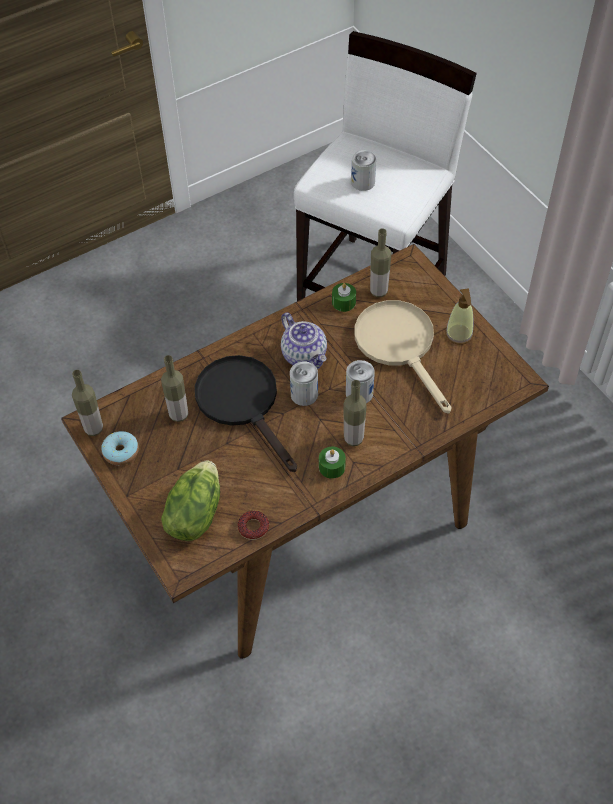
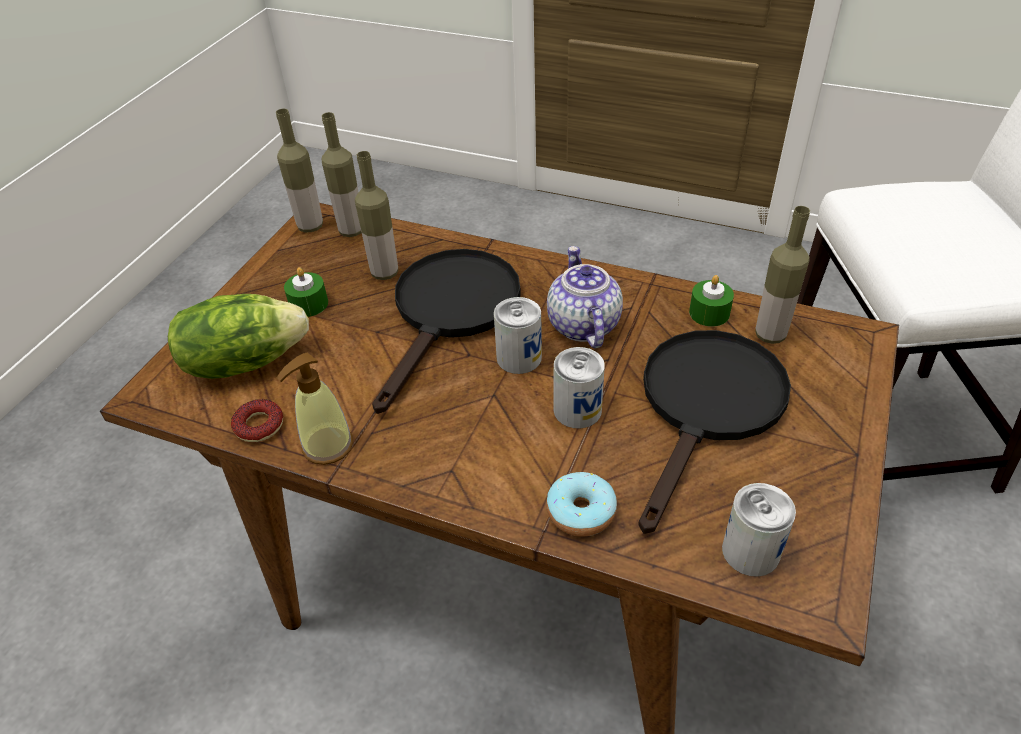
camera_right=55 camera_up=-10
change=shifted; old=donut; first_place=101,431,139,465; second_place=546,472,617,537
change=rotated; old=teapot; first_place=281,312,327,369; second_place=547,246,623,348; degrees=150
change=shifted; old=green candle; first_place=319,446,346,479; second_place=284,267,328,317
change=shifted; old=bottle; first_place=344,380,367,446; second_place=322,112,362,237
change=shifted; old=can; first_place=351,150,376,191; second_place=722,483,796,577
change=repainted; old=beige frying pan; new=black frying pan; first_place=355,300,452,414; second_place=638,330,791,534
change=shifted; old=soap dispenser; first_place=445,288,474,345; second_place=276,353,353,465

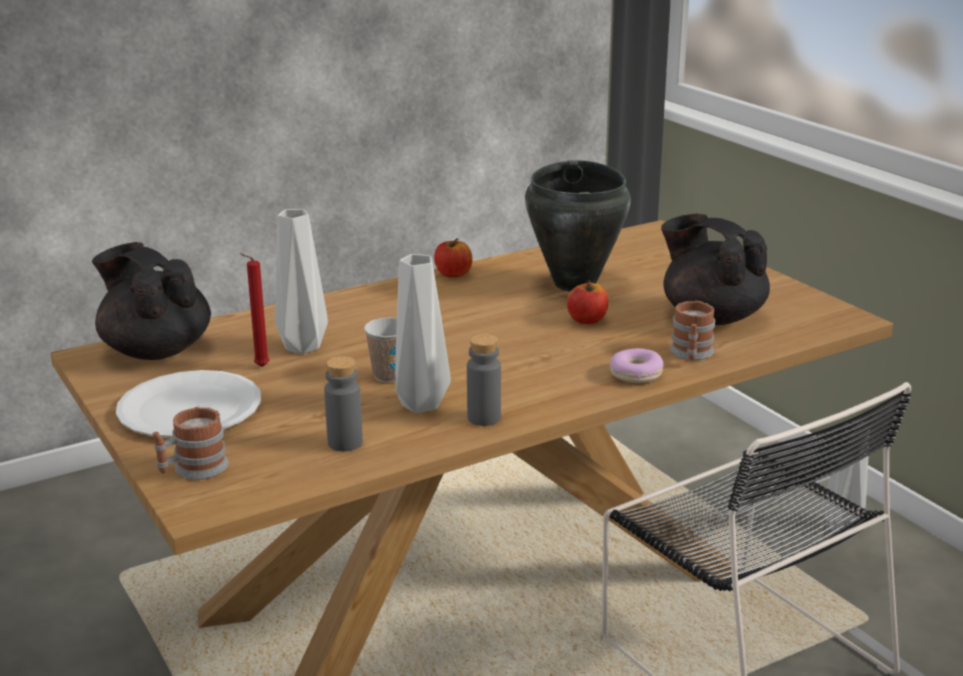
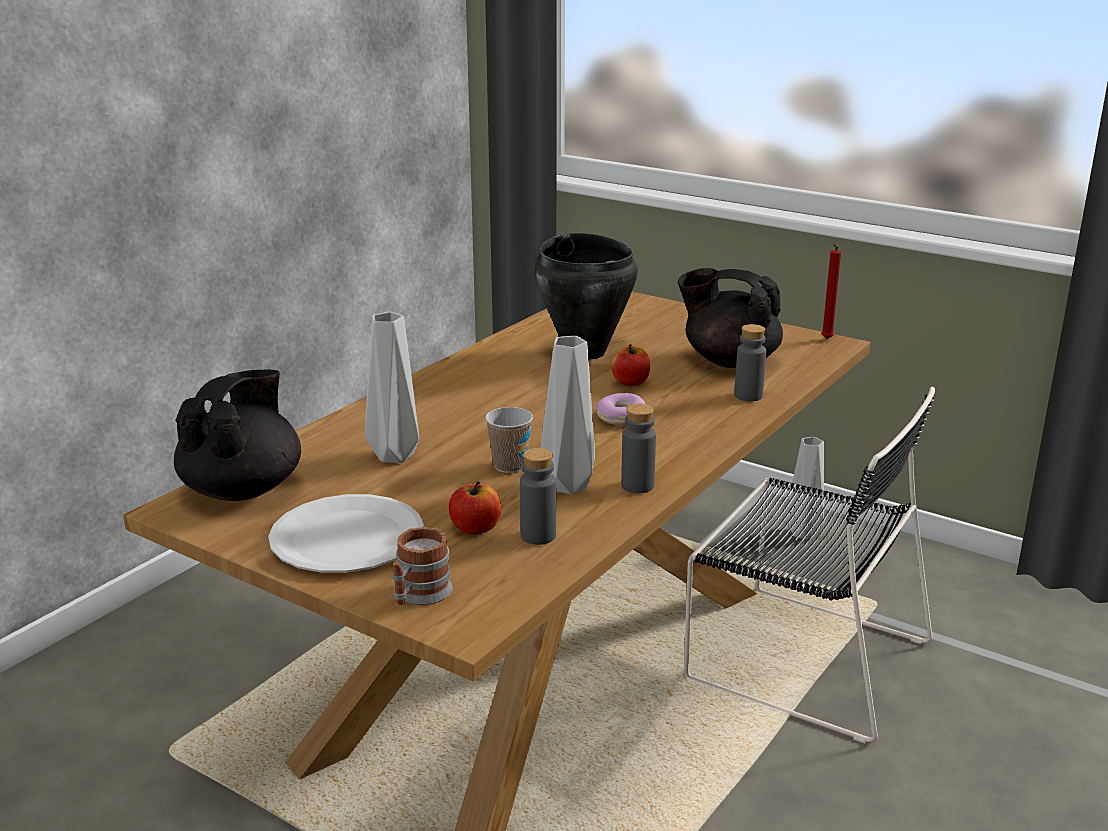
camera_right=-25 camera_up=0
change=rotated; old=black teapot; first_place=92,242,211,360; second_place=174,369,301,501; degrees=90
change=shifted; old=red candle; first_place=240,253,269,367; second_place=821,244,841,339
change=shifted; old=apple; first_place=434,238,473,277; second_place=449,481,501,535
change=shifted; old=donut; first_place=610,348,664,383; second_place=596,393,645,425
change=swapped; old=mug; new=grey bottle; first_place=670,301,715,360; second_place=734,324,766,401

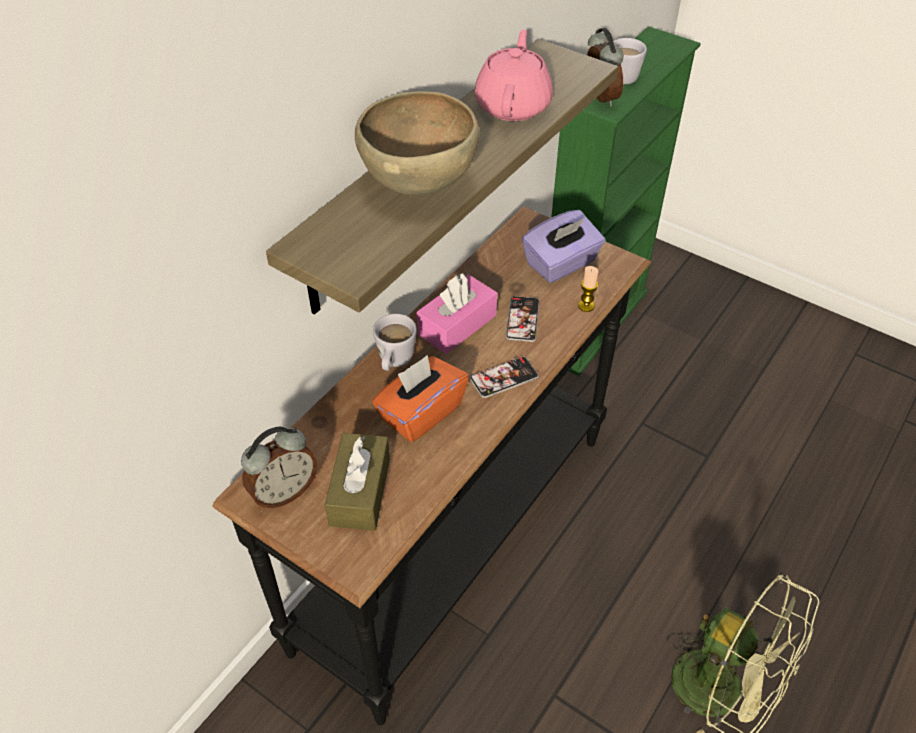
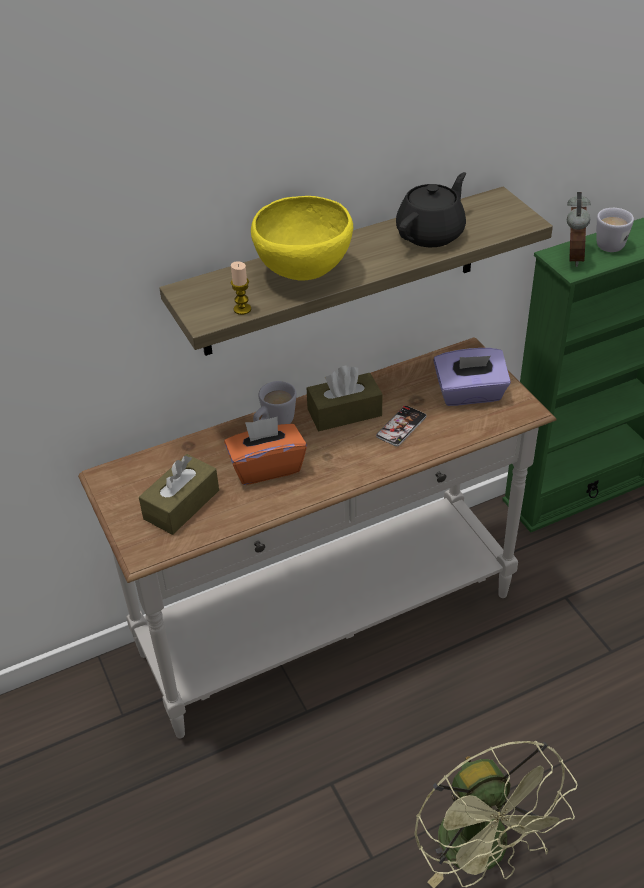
camera_right=30 camera_up=-5
change=repainted; old=black console table; new=white console table; first_place=213,206,651,725; second_place=78,337,557,738
change=gone; old=alarm clock; first_place=241,427,317,508
change=repainted; old=brown bowl; new=yellow bowl; first_place=355,91,480,195; second_place=251,196,353,281
change=repainted; old=pink tissue box; new=brown tissue box; first_place=417,273,497,354; second_place=307,366,382,431
change=gone; old=phone; first_place=470,357,538,398
change=repainted; old=pink teapot; new=black teapot; first_place=475,29,553,121; second_place=396,172,466,247
change=shifted; old=candle; first_place=578,266,598,312; second_place=230,261,251,315

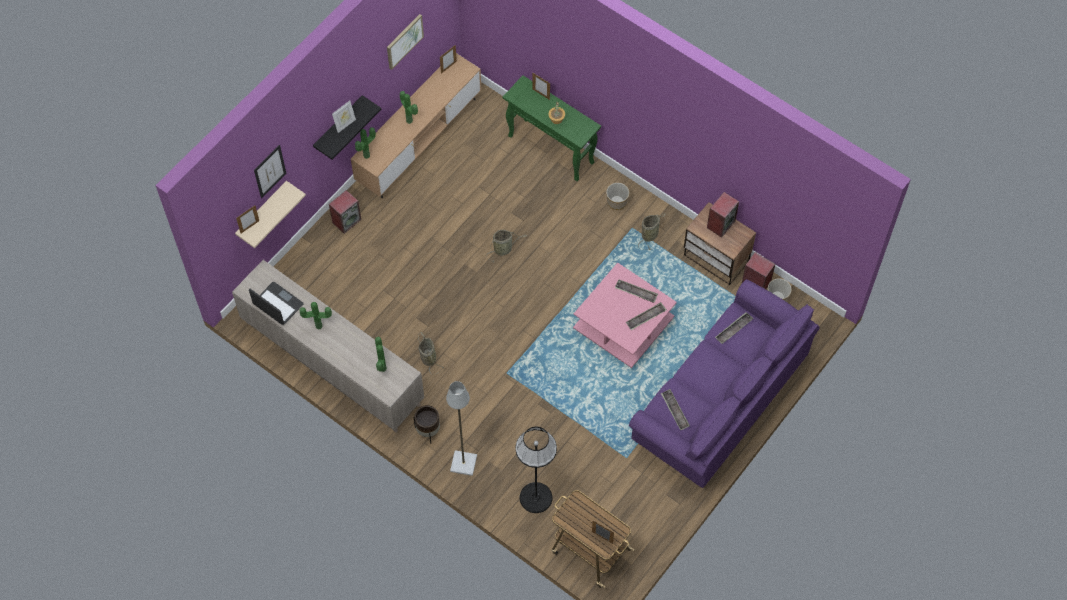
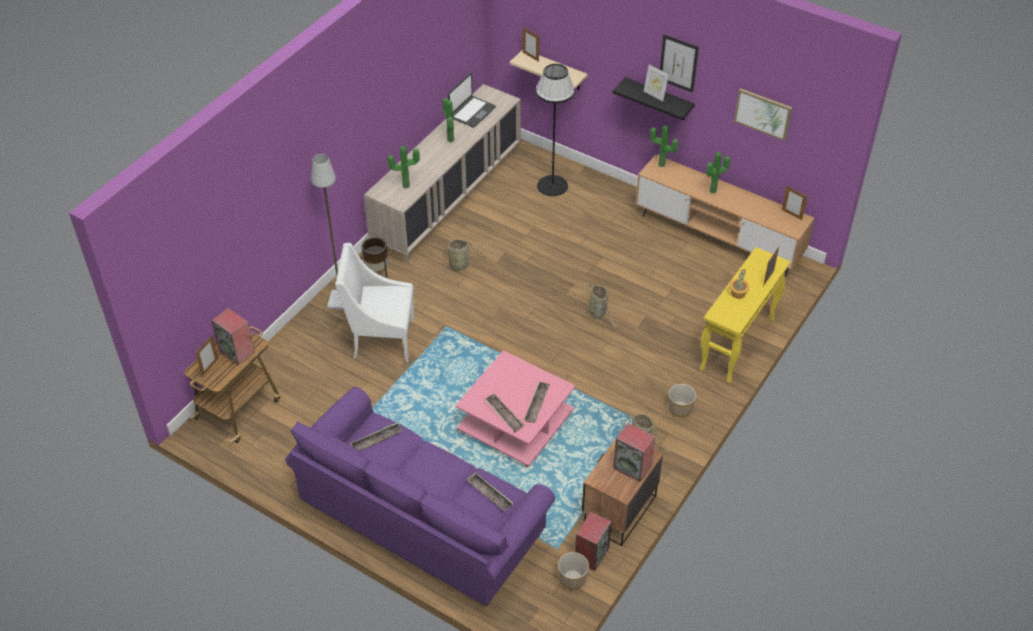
camera_right=85 camera_up=-15
change=shifted; old=picture; first_place=254,145,286,198; second_place=660,34,699,93
change=shifted; old=speaker; first_place=329,190,361,234; second_place=211,308,255,365
change=repainted; old=green console table; new=yellow console table; first_place=503,75,601,181; second_place=700,247,791,384
change=shifted; old=black floor lamp; first_place=516,427,557,513; second_place=536,64,575,196
change=new; new=white armchair; second_place=335,243,414,362

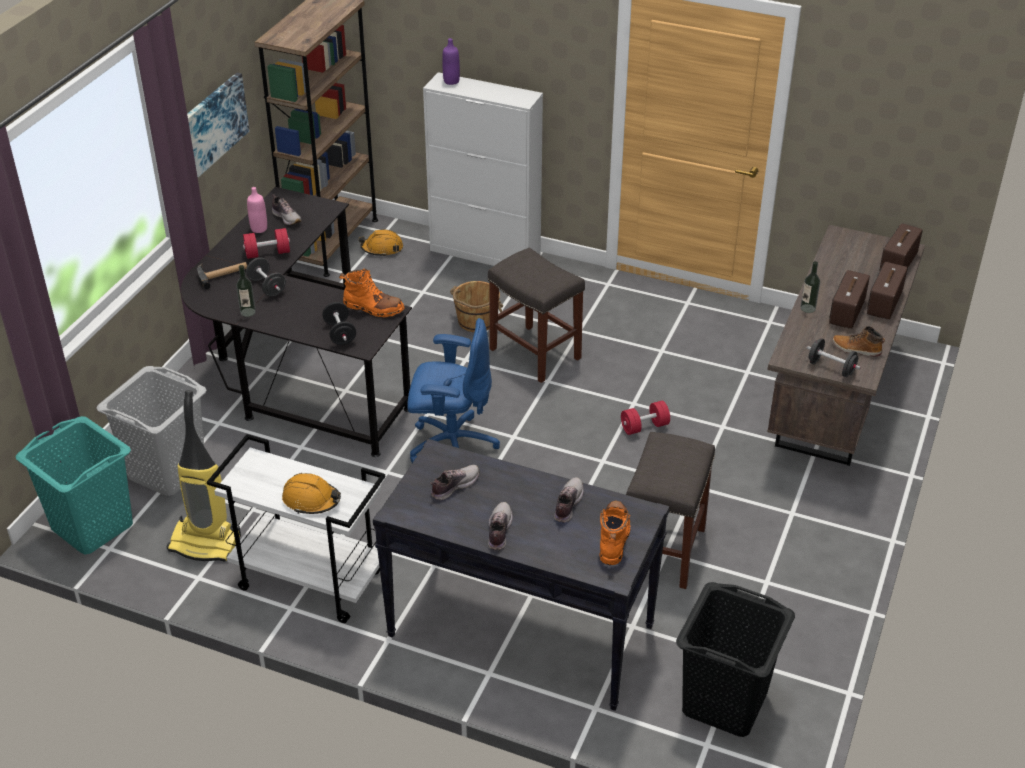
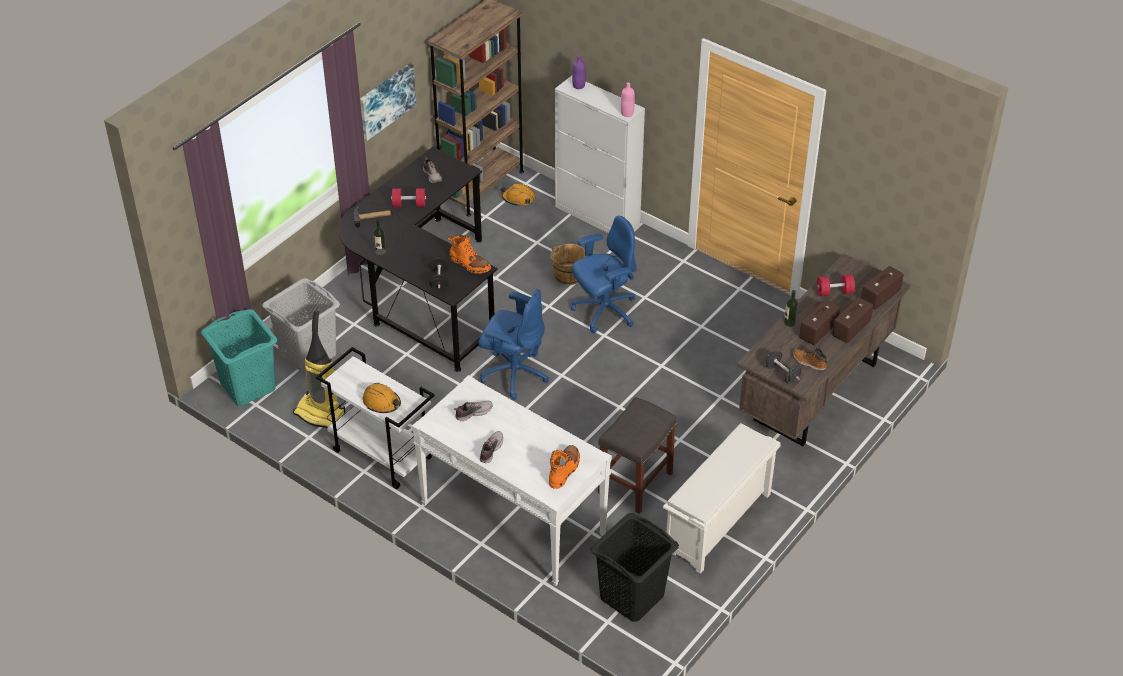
camera_right=15 camera_up=5
change=gone; old=black dumbbell; first_place=246,257,286,296
change=shifted; old=pink bottle; first_place=247,187,267,233; second_place=621,83,635,117
change=repainted; old=black console table; new=white console table; first_place=373,439,670,710; second_place=412,375,612,586
change=swapped; old=grey stool; new=blue office chair; first_place=488,248,585,383; second_place=571,216,637,333
change=gone; old=shoe; first_place=554,477,584,522
change=shifted; old=red dumbbell; first_place=621,401,670,435; second_place=817,274,855,296
change=new; new=white shoe rack; second_place=663,423,781,574

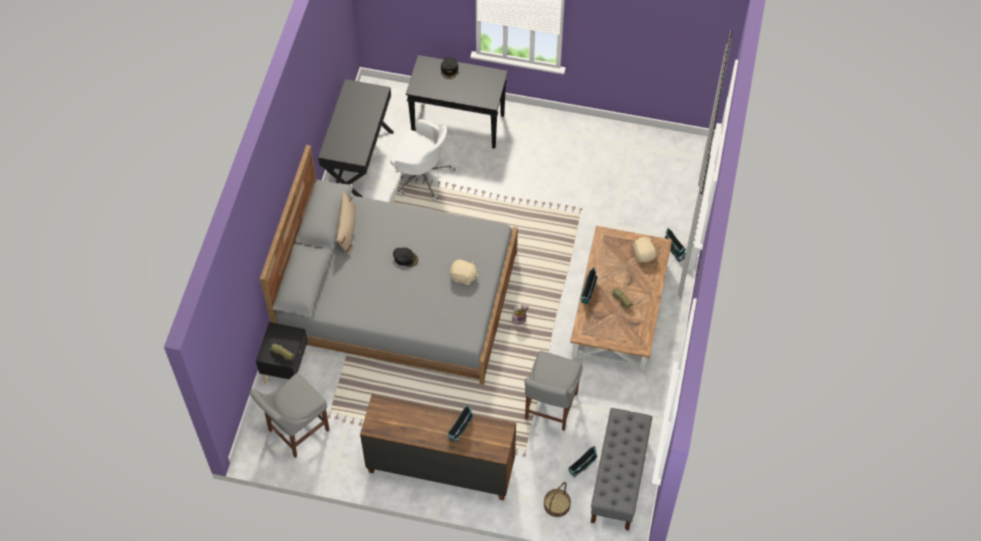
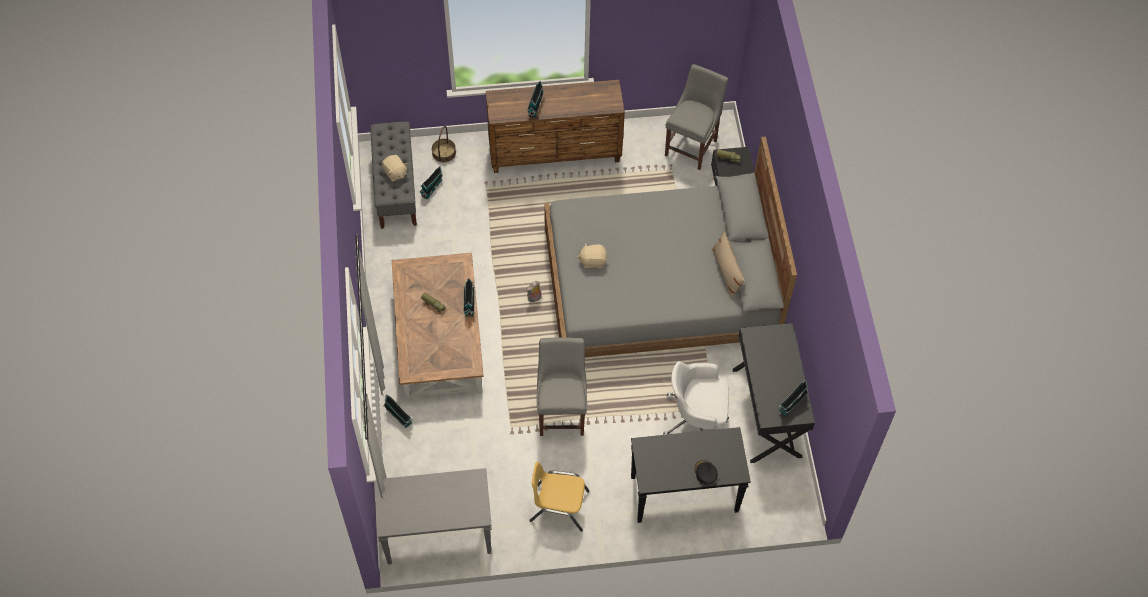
camera_right=160 camera_up=0
change=gone; old=black cap; first_place=393,248,418,267
change=shifted; old=grey chair; first_place=524,351,583,431; second_place=537,337,587,436
change=shifted; old=beige plush toy; first_place=632,237,656,263; second_place=382,155,407,182
change=new; new=grey console table; second_place=374,468,492,564
change=new; new=yellow chair; second_place=529,462,590,532
change=new; new=toy house; second_place=778,380,808,416

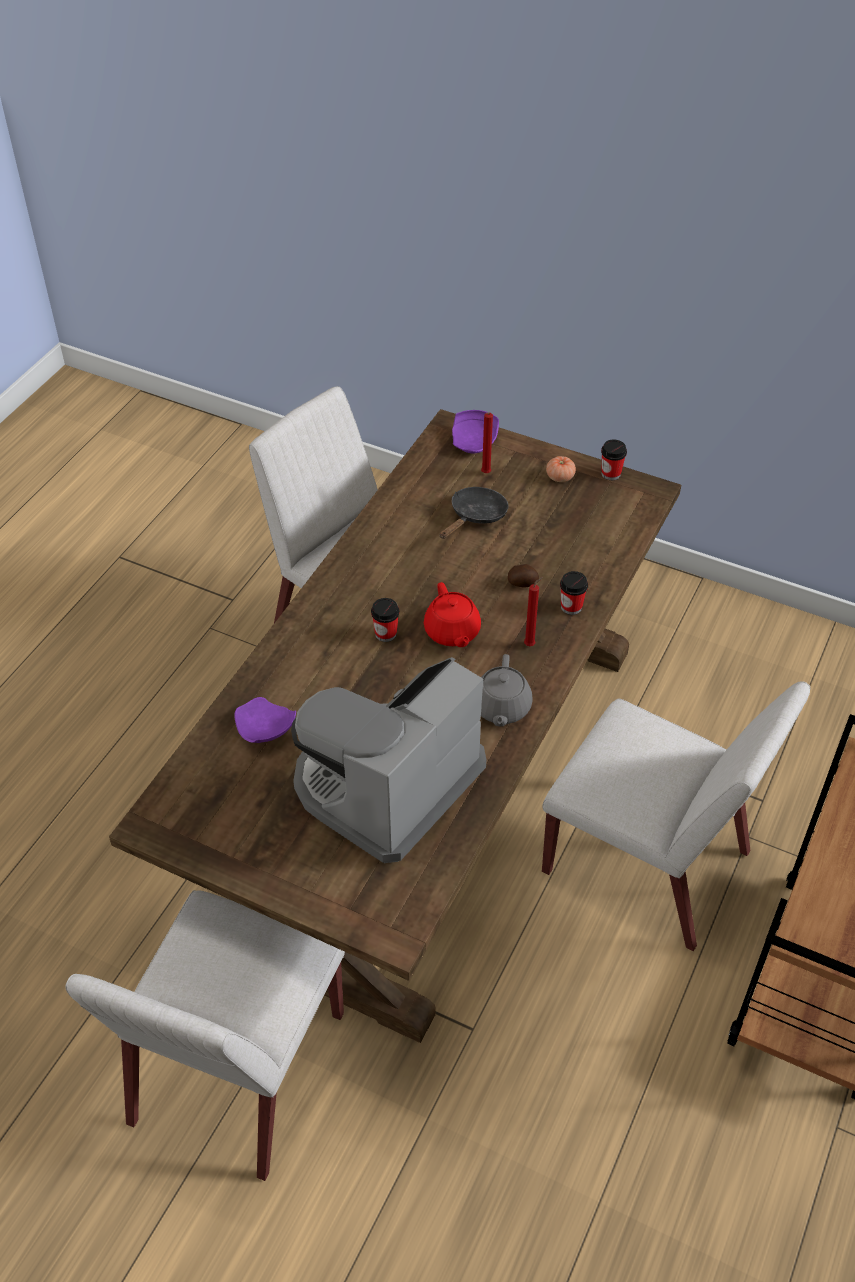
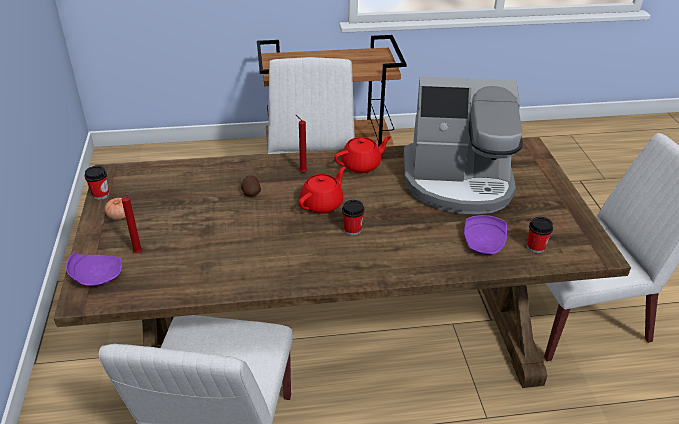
camera_right=-125 camera_up=-10
change=gone; old=black frying pan; first_place=440,487,509,539
change=repainted; old=grey teapot; new=red teapot; first_place=481,654,533,727; second_place=334,136,391,173
change=shifted; old=cup; first_place=560,571,588,615; second_place=527,217,553,253

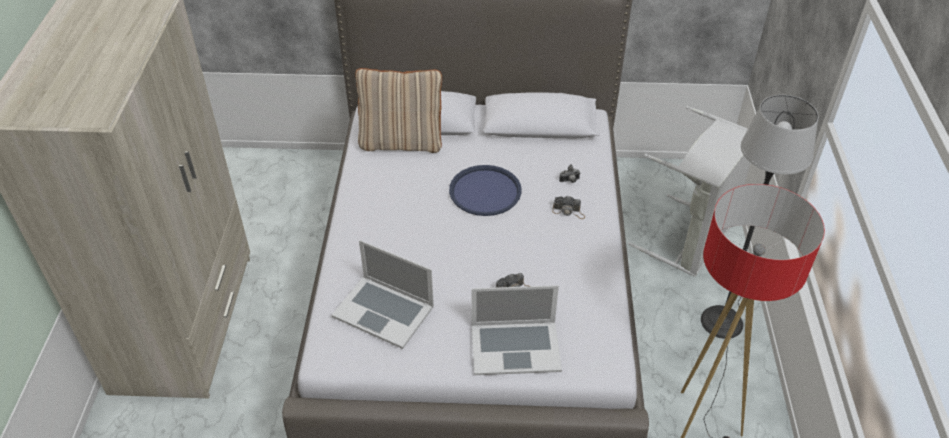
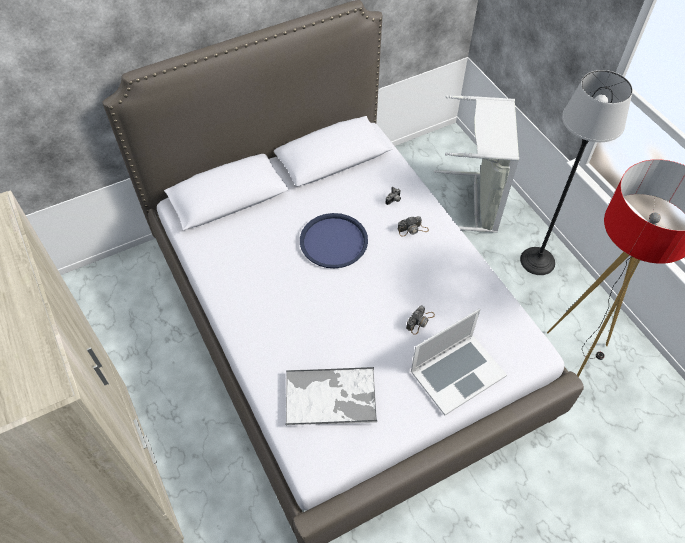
camera_right=-30 camera_up=10
change=swapped; old=laptop; new=tray; first_place=332,240,434,349; second_place=285,367,377,425
change=gone; old=beige pillow; first_place=355,68,442,153

